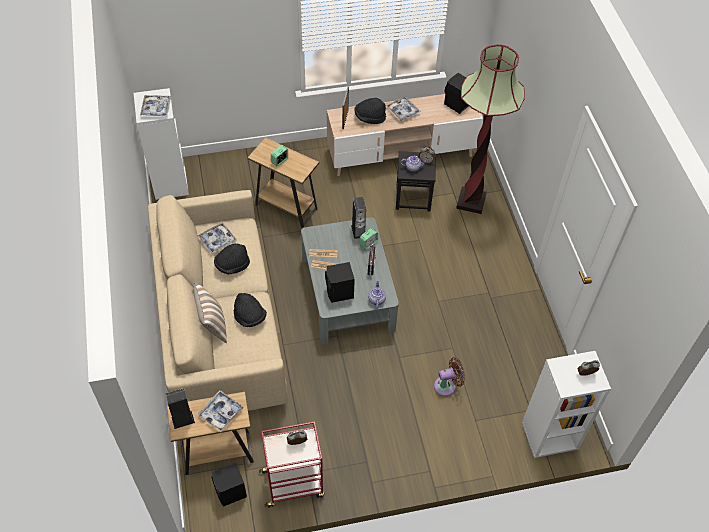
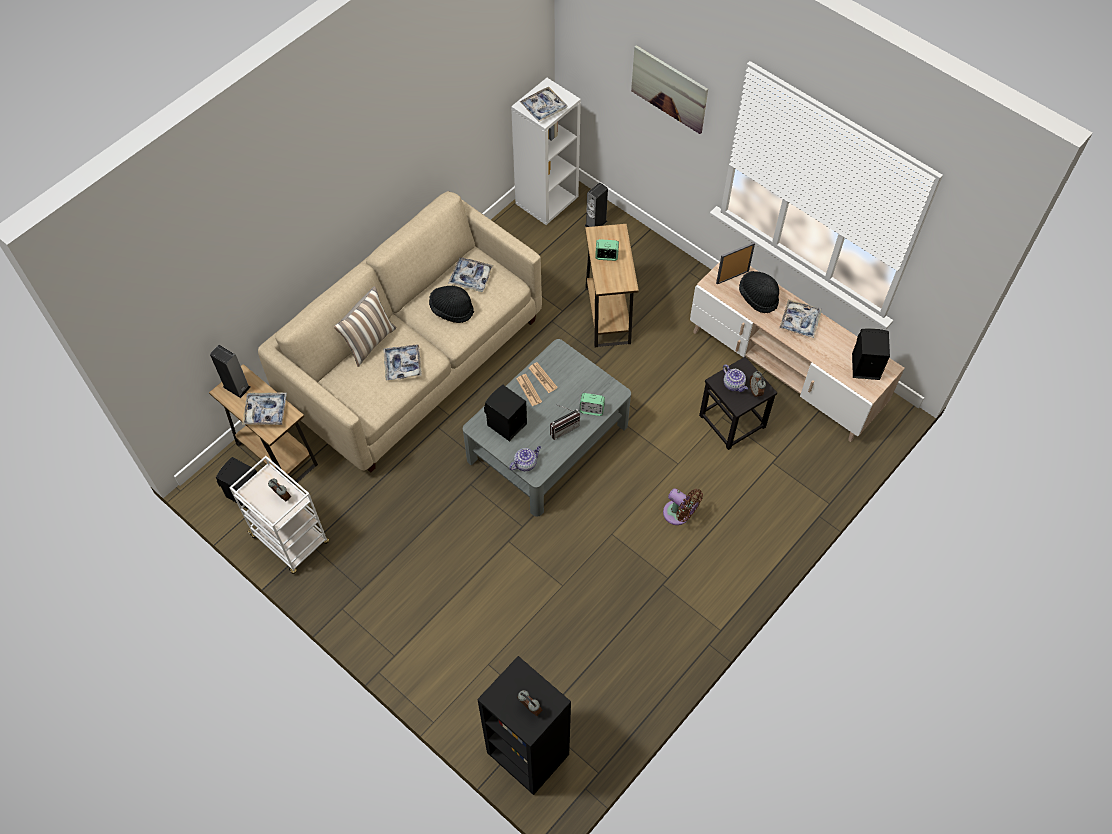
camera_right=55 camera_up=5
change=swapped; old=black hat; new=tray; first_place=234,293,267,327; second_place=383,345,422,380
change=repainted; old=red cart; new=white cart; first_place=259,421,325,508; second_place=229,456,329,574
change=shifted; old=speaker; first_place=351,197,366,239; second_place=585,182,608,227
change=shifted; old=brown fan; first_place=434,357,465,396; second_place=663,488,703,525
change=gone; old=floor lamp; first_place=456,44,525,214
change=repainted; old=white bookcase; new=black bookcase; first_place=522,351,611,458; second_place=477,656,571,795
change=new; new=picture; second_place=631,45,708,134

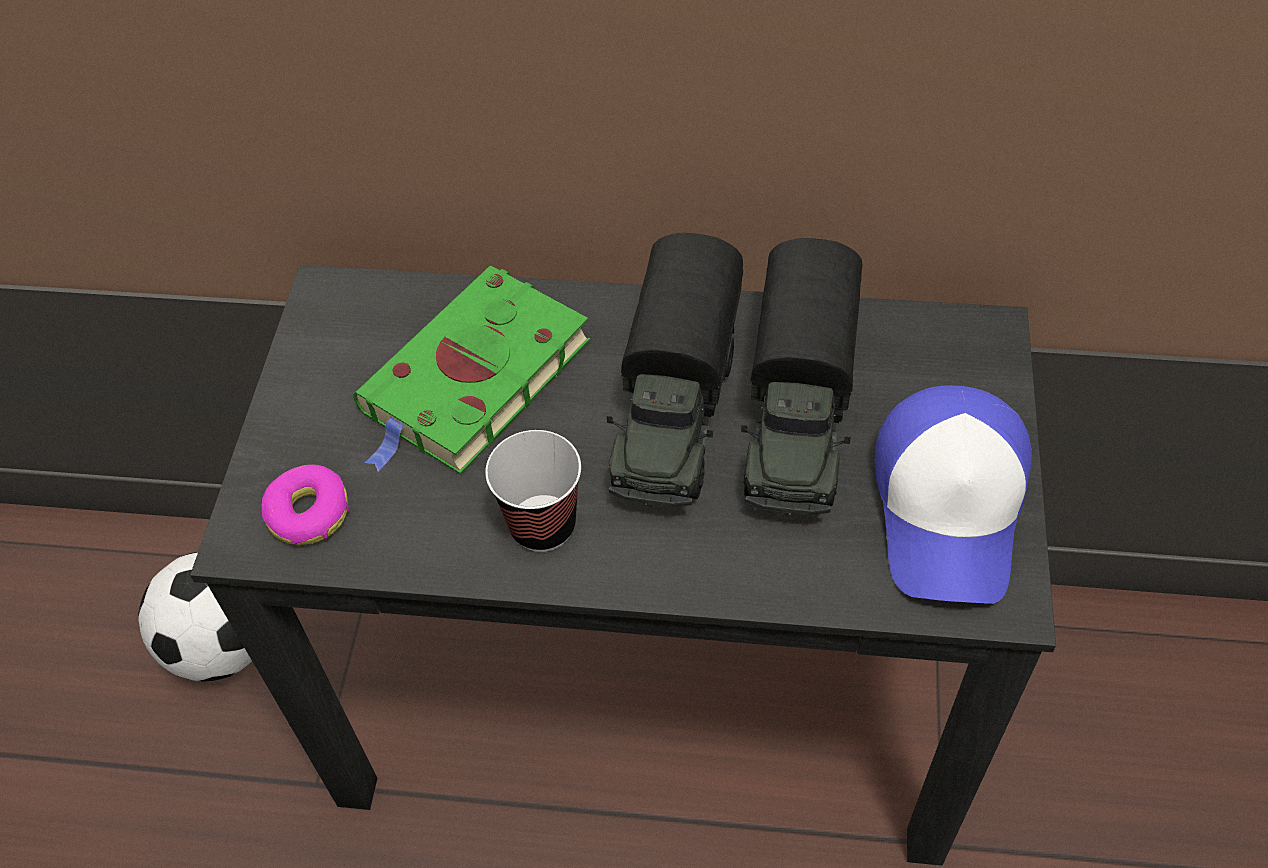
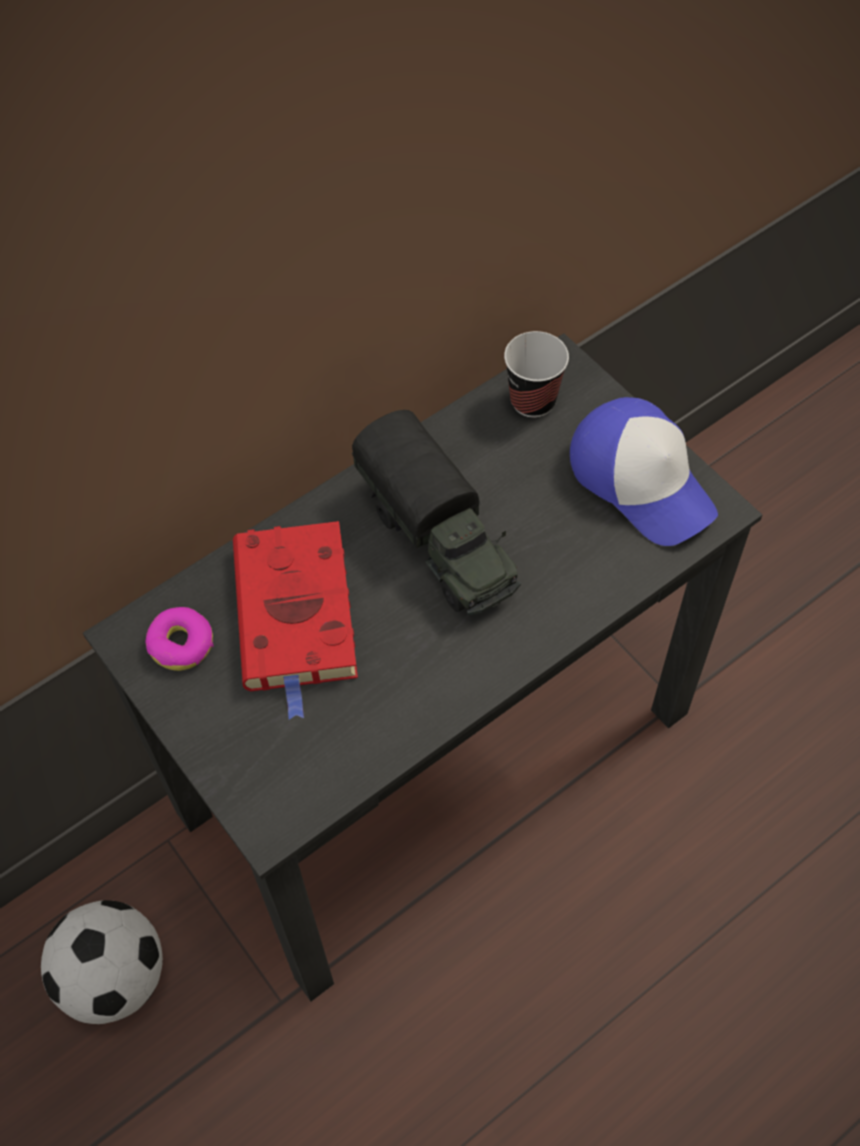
camera_right=-45 camera_up=5
change=shifted; old=donut; first_place=262,464,349,545; second_place=145,607,213,671
change=repainted; old=green book; new=red book; first_place=353,266,590,474; second_place=233,521,358,720
change=shifted; old=cup; first_place=485,430,581,552; second_place=504,331,569,418
change=gone; old=toy truck; first_place=741,238,863,516

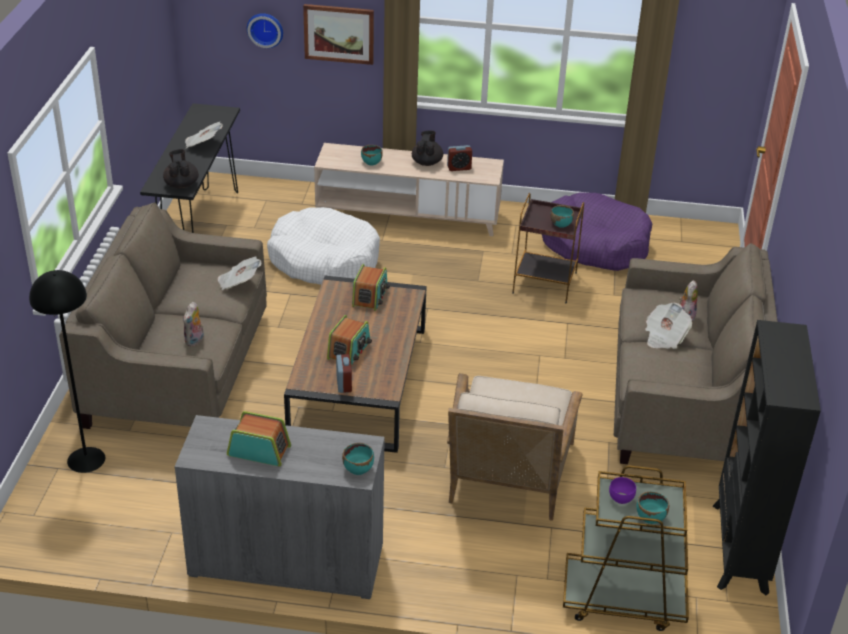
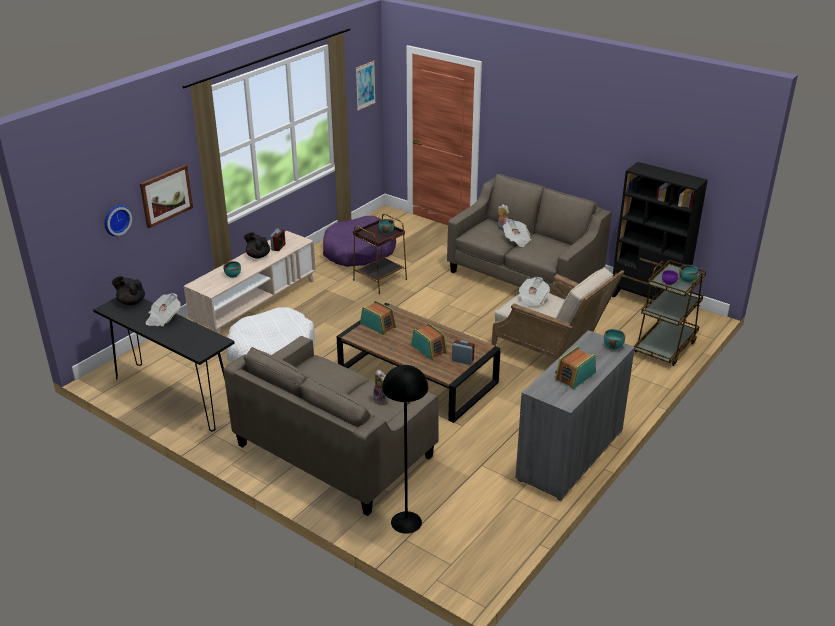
camera_right=-60 camera_up=-5
change=shifted; old=black teapot; first_place=163,149,199,188; second_place=112,276,145,305
change=shifted; old=newspaper; first_place=217,256,261,290; second_place=518,277,550,307
change=new; new=picture; second_place=356,61,376,111

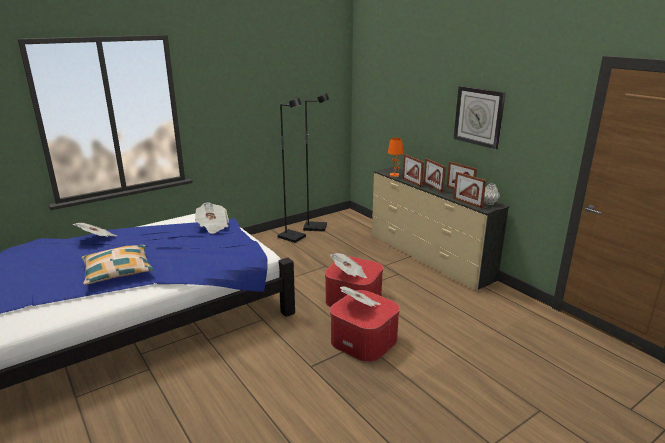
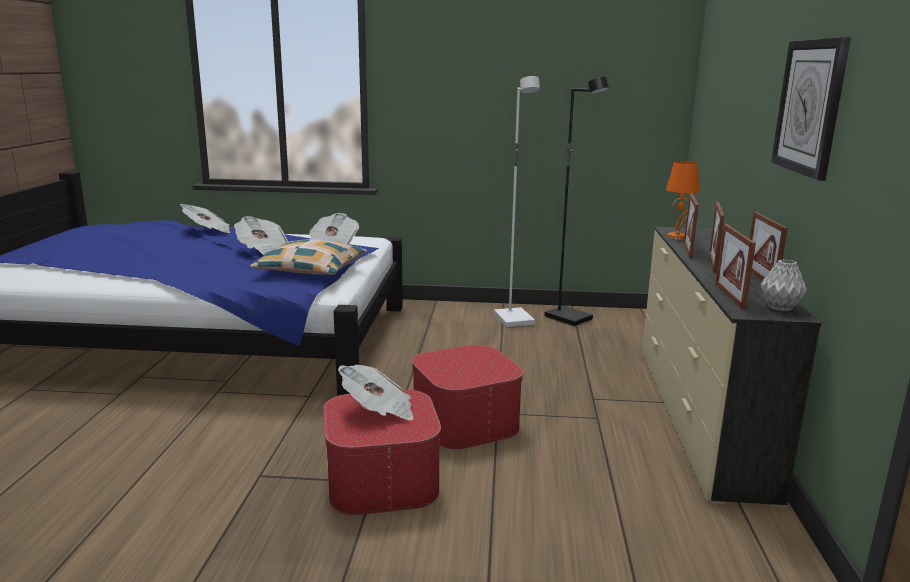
camera_right=40 camera_up=-5
change=shifted; old=pillow; first_place=81,245,154,285; second_place=250,239,367,275
change=repainted; old=black floor lamp; new=white floor lamp; first_place=277,98,306,243; second_place=494,76,540,327
change=shifted; old=newspaper; first_place=330,253,367,278; second_place=234,216,288,255

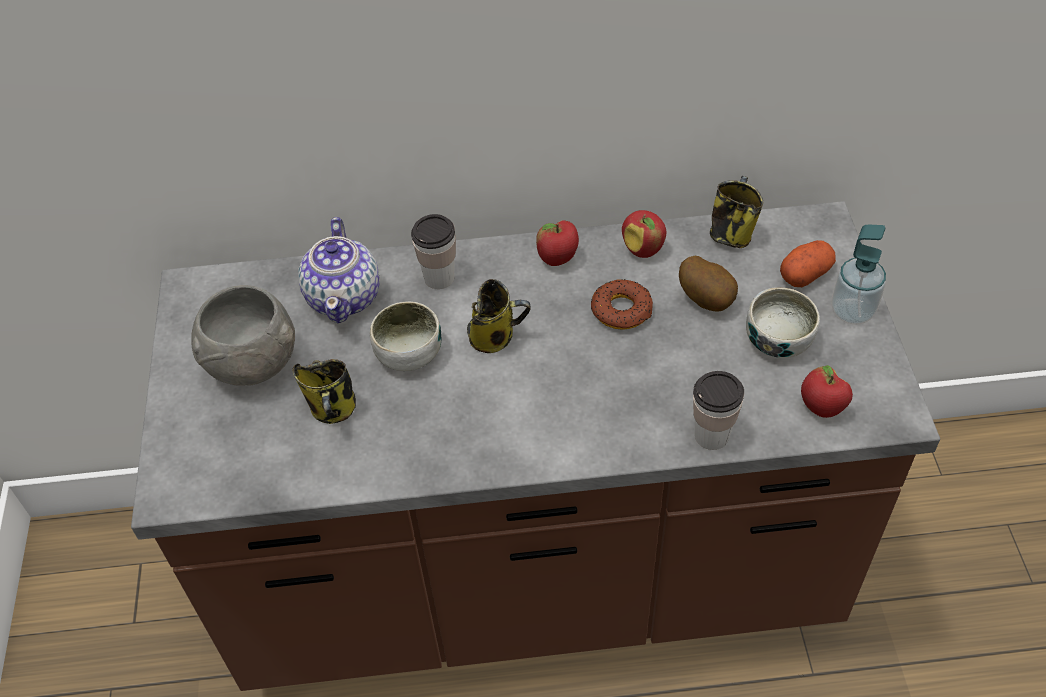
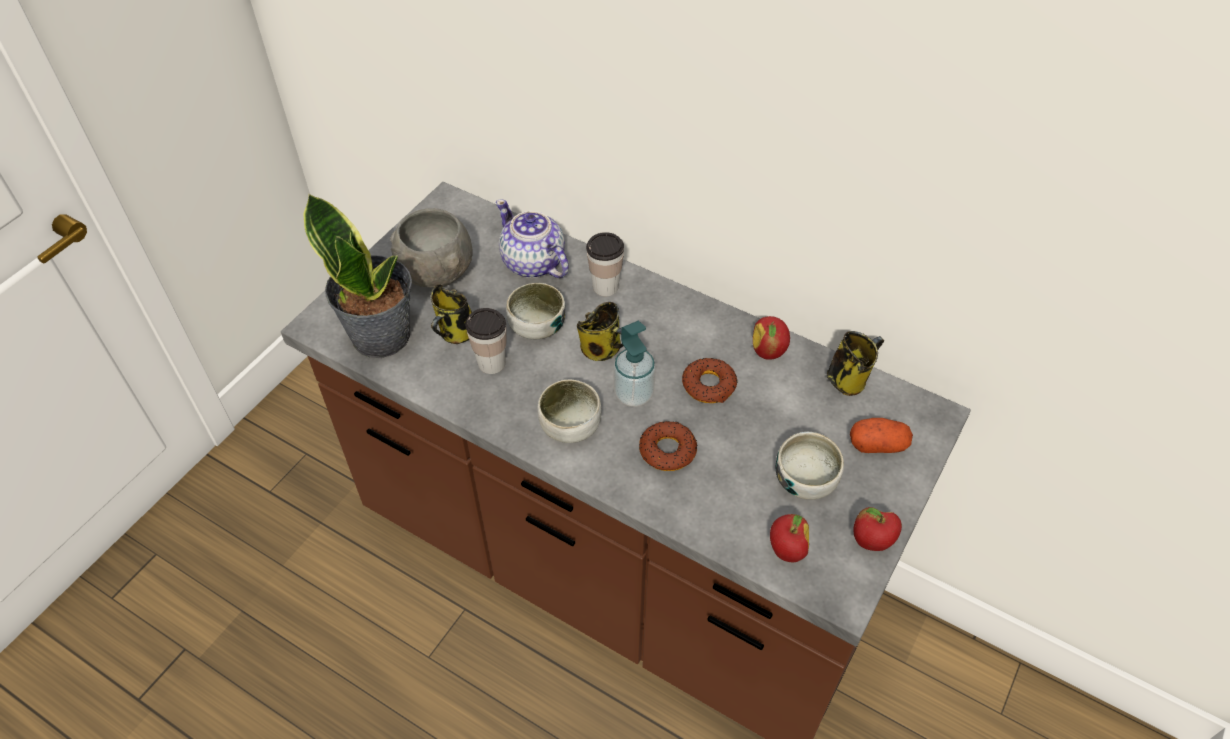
camera_right=35 camera_up=0
change=rotated; old=teapot; first_place=298,217,380,323; second_place=496,199,569,278; degrees=105
change=shifted; old=apple; first_place=536,220,579,266; second_place=853,507,902,551
change=gone; old=potato; first_place=679,256,738,312
change=shifted; old=cup; first_place=693,371,744,450; second_place=465,308,506,374
change=shifted; old=soap dispenser; first_place=831,224,886,325; second_place=614,321,656,407
change=new; new=potted plant; second_place=303,193,412,358
change=new; new=bowl; second_place=537,379,601,443
change=new; new=donut; second_place=639,421,698,471

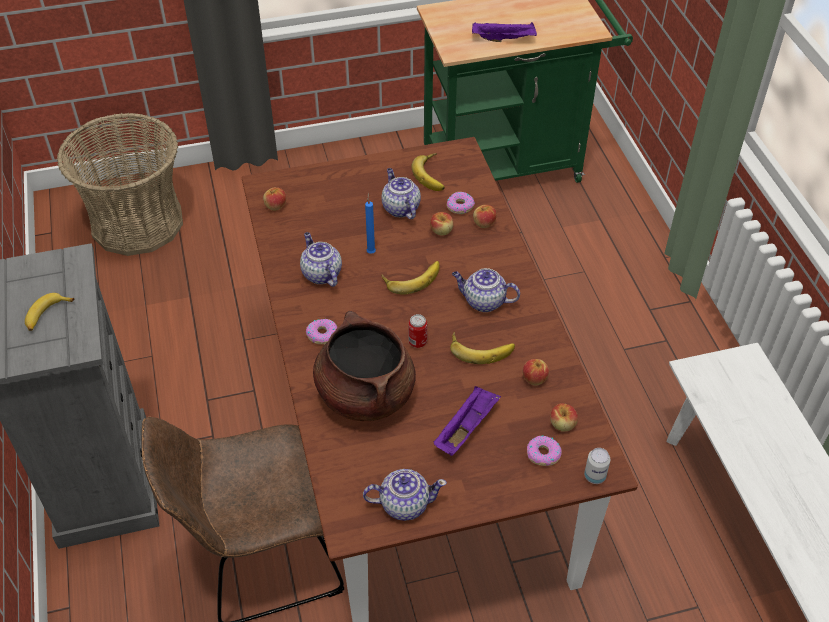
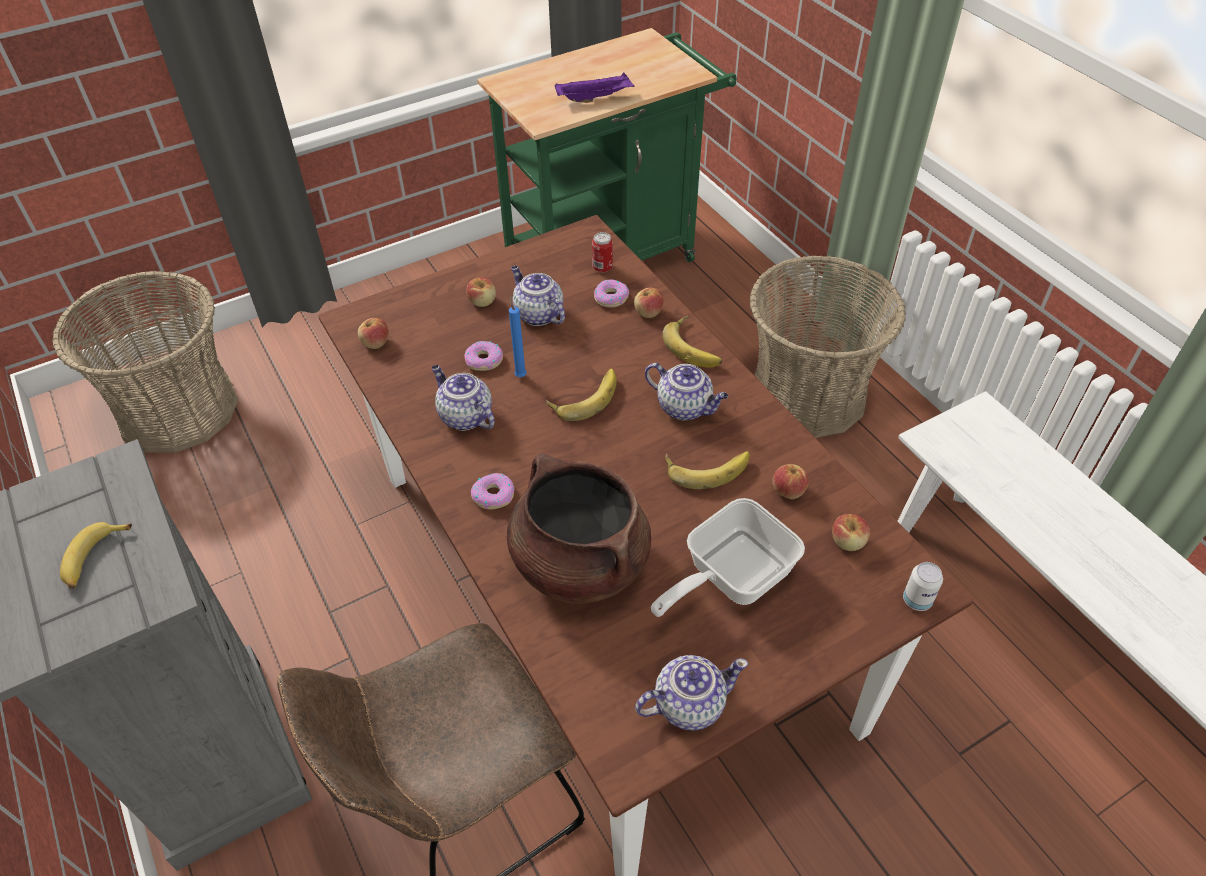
camera_right=-15 camera_up=0
change=shifted; old=can; first_place=408,314,427,348; second_place=592,232,613,273
change=shifted; old=banana; first_place=411,153,445,191; second_place=662,316,722,368
change=shifted; old=apple; first_place=430,212,453,235; second_place=466,277,496,307
change=swapped; old=purple tray; new=frying pan; first_place=434,386,501,456; second_place=651,498,805,617
change=rotated; old=teapot; first_place=452,268,520,312; second_place=645,363,729,420; degrees=-150
change=shifted; old=donut; first_place=527,435,562,466; second_place=464,341,503,371
change=new; new=basket; second_place=749,256,906,438

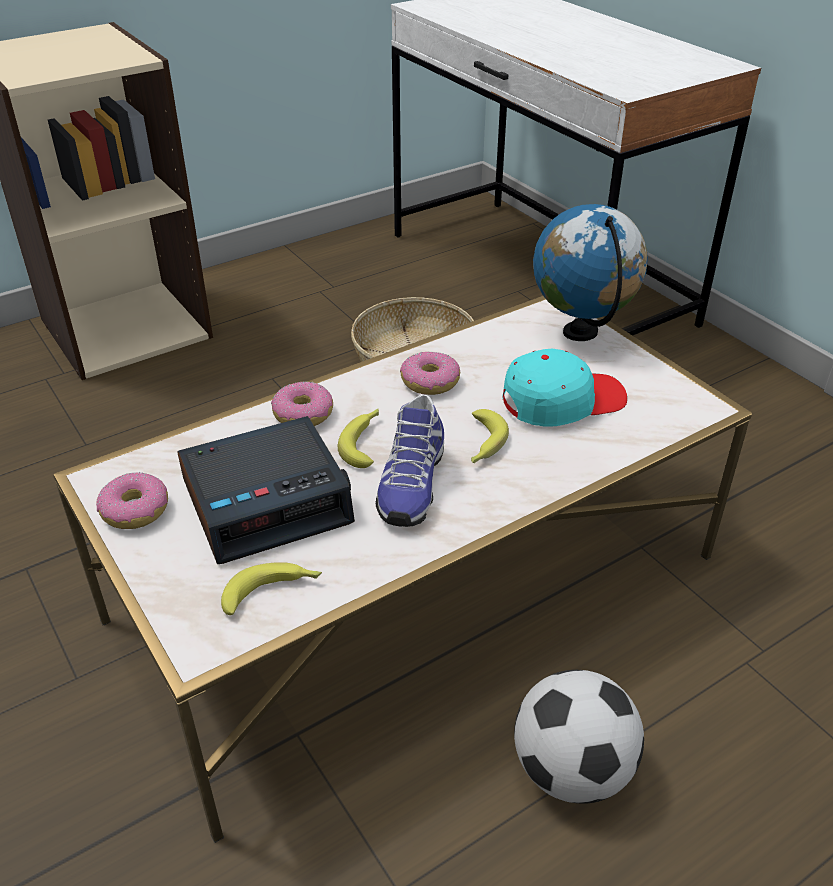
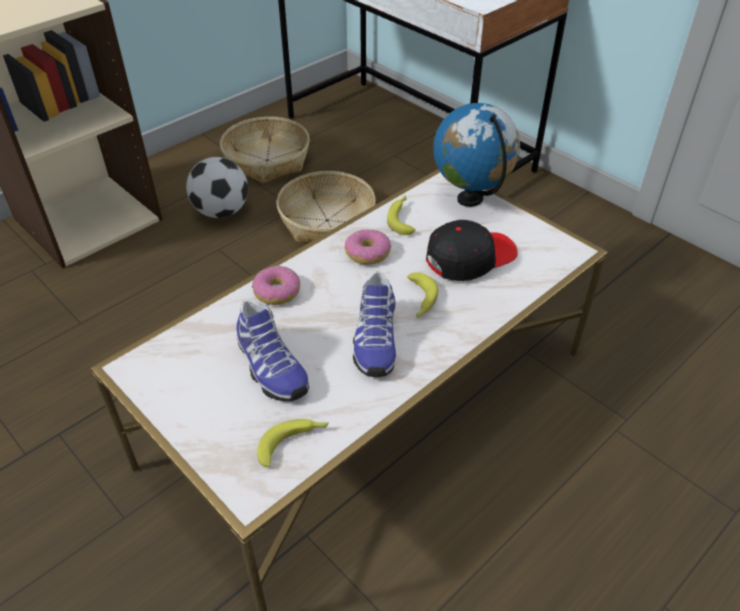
camera_right=-10 camera_up=5
change=gone; old=donut; first_place=96,472,168,529
change=swapped; old=alarm clock; new=shoe; first_place=177,416,355,564; second_place=236,300,309,401
change=shifted; old=banana; first_place=338,409,379,468; second_place=387,196,416,235
change=repainted; old=turquoise cap; new=black cap; first_place=502,349,627,427; second_place=426,220,518,281
change=shifted; old=football; first_place=514,670,644,804; second_place=186,157,248,218
change=new; new=basket; second_place=220,117,310,184

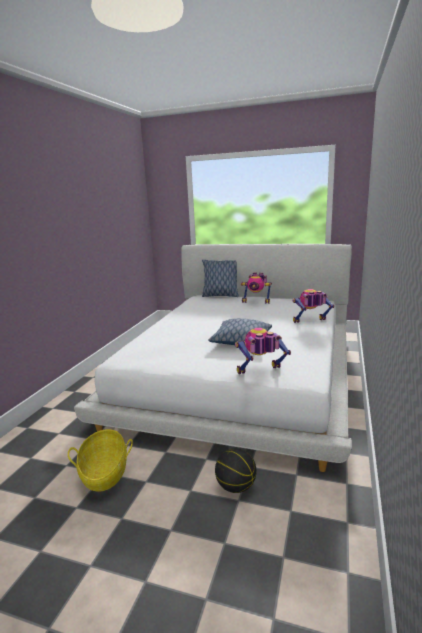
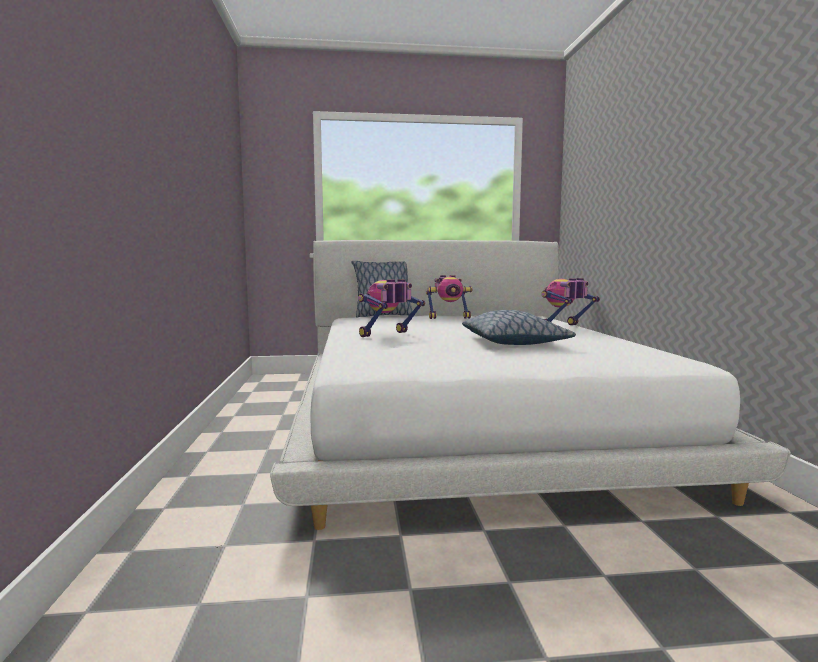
camera_right=-25 camera_up=-10
change=gone; old=basket; first_place=68,429,133,492
change=gone; old=basketball; first_place=215,448,256,493
change=shifted; old=toy robot; first_place=235,328,291,374; second_place=358,279,425,337

